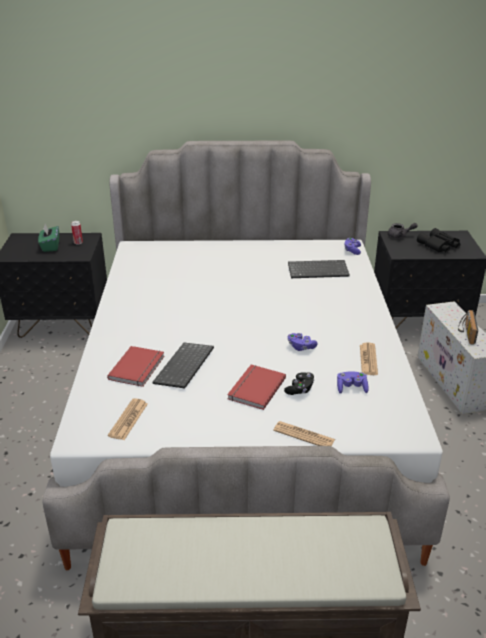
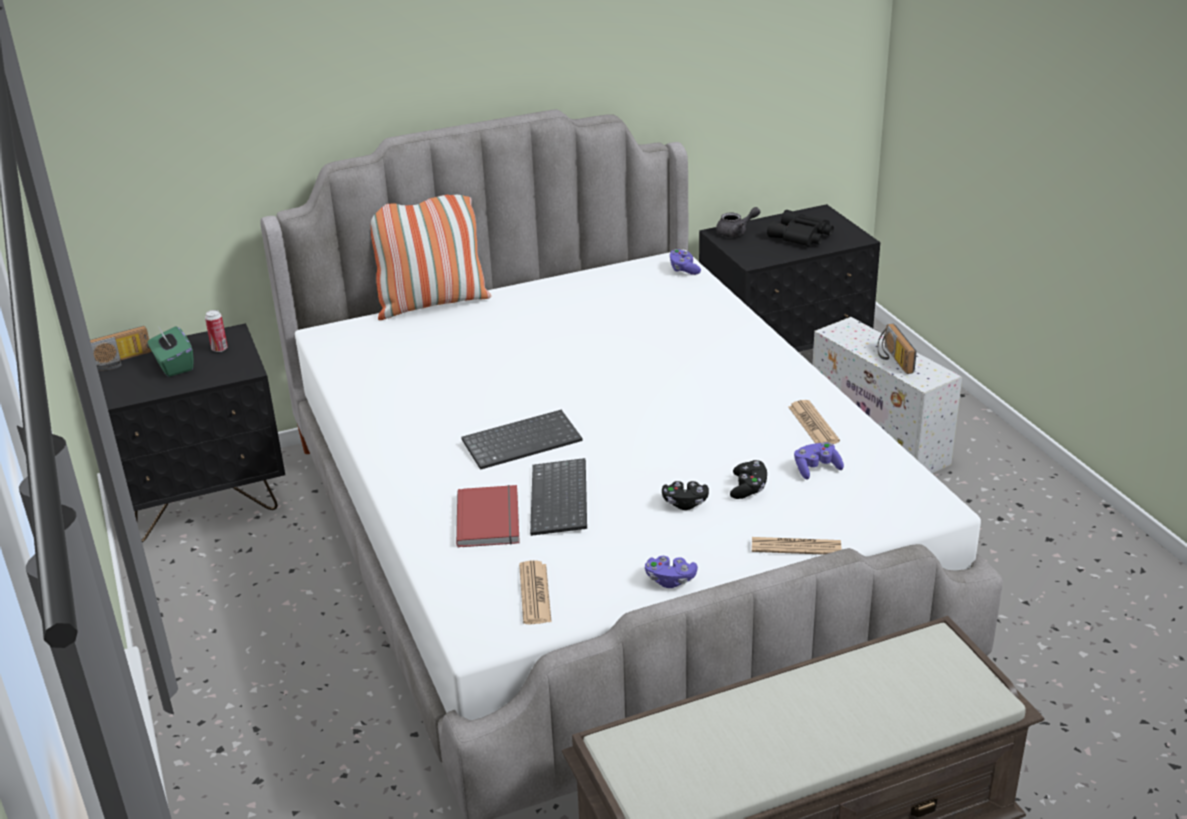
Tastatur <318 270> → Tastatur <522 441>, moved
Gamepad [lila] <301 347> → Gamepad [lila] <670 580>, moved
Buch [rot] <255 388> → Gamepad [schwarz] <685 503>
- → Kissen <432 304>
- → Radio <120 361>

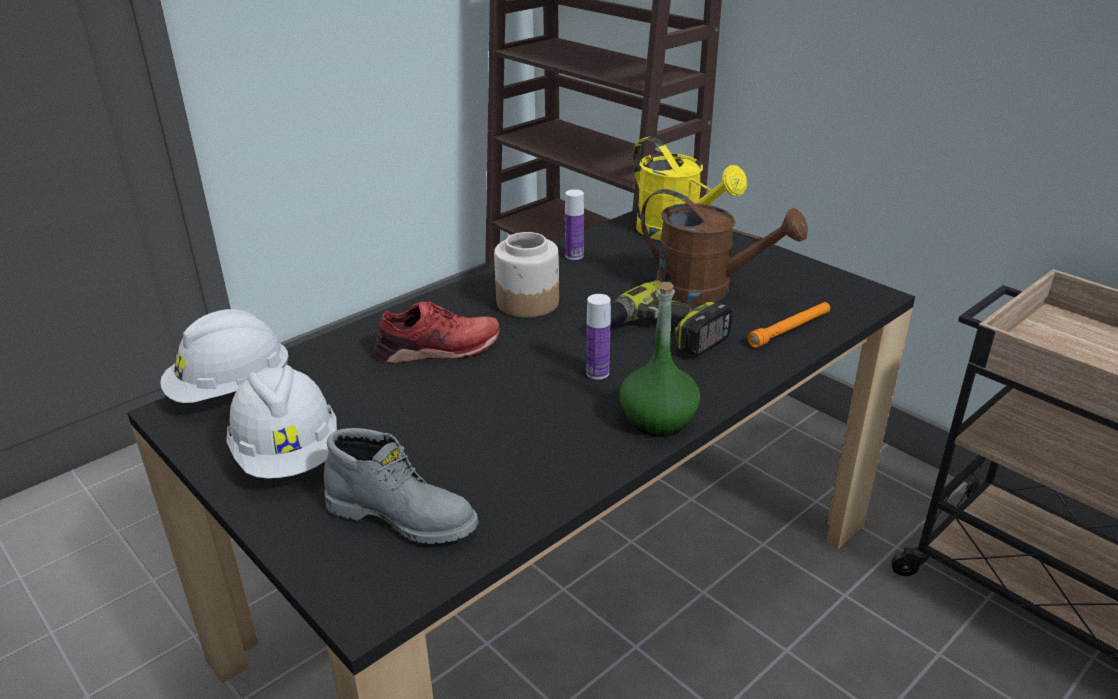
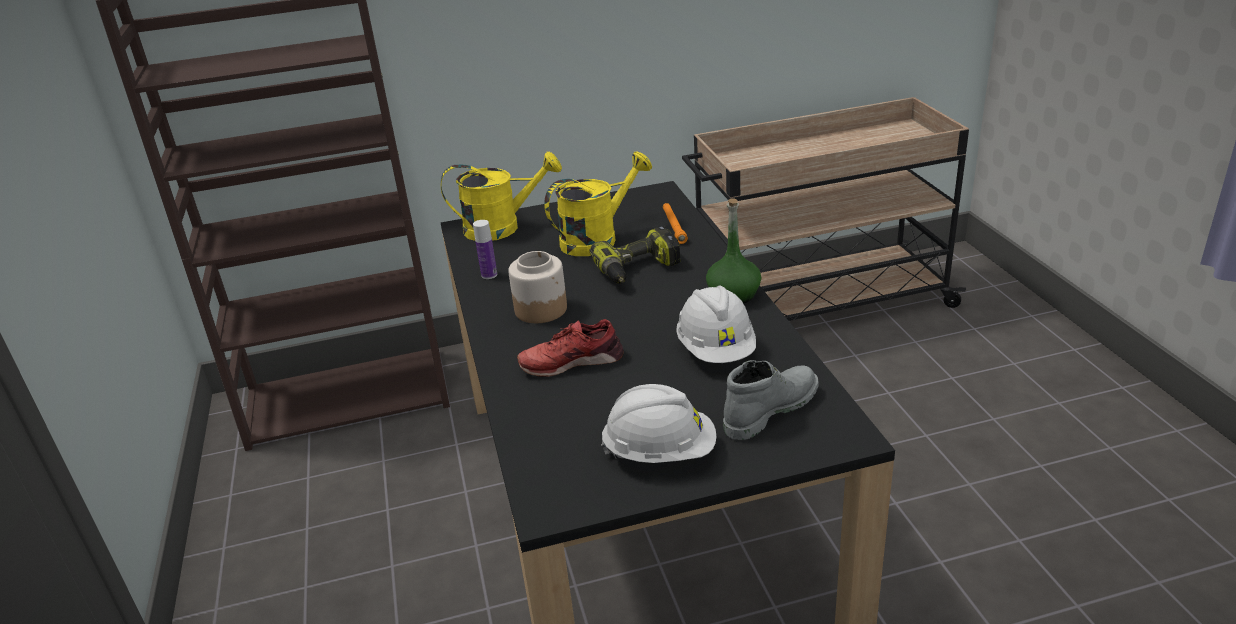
Gießkanne [braun] <707 290> → Gießkanne [gelb] <597 239>
Flasche <597 373> → -
Schuh [rot] <438 349> → Schuh [rot] <571 361>, 120 degrees counterclockwise
Schutzhelm [weiß] <231 390> → Schutzhelm [weiß] <716 350>, moved

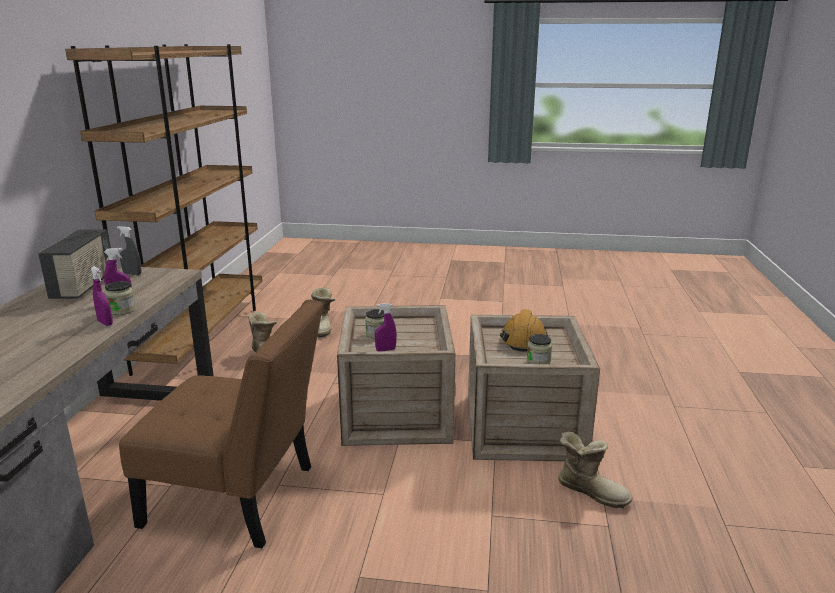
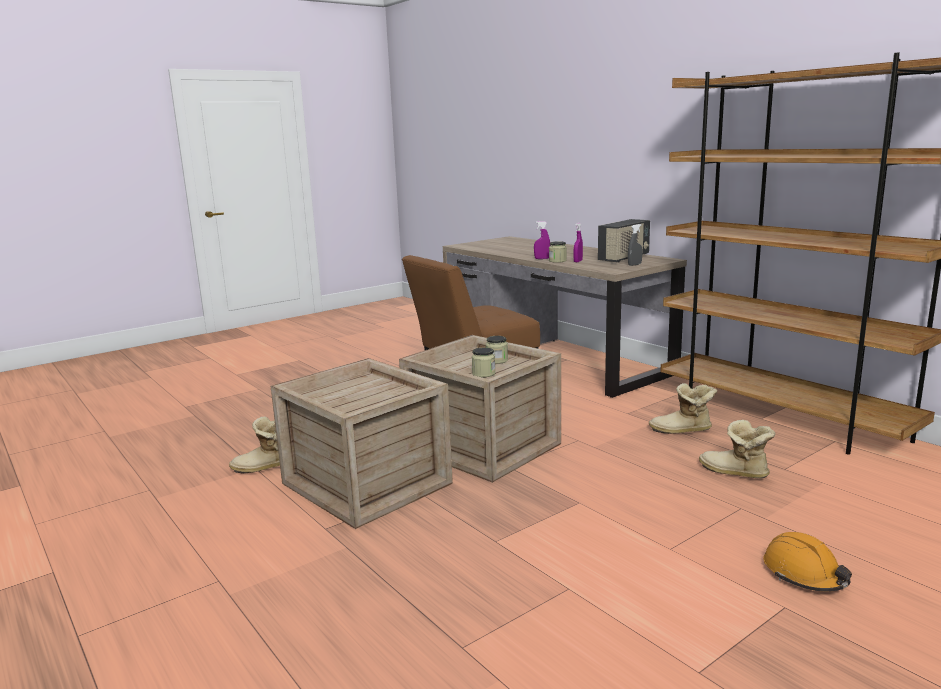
Radio <84 286> → Radio <624 258>, 90 degrees counterclockwise
Sprühflasche [lila] <385 350> → -
Schutzhelm [orange] <523 339> → Schutzhelm [orange] <804 574>, moved
Vorratsglas <538 361> → Vorratsglas <483 374>, moved

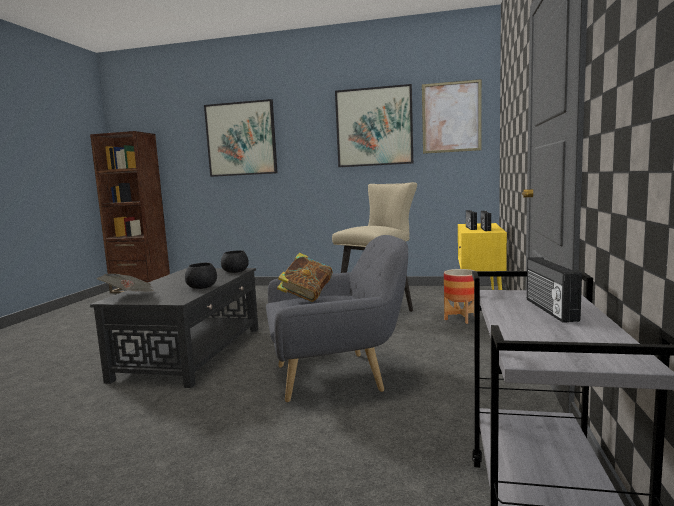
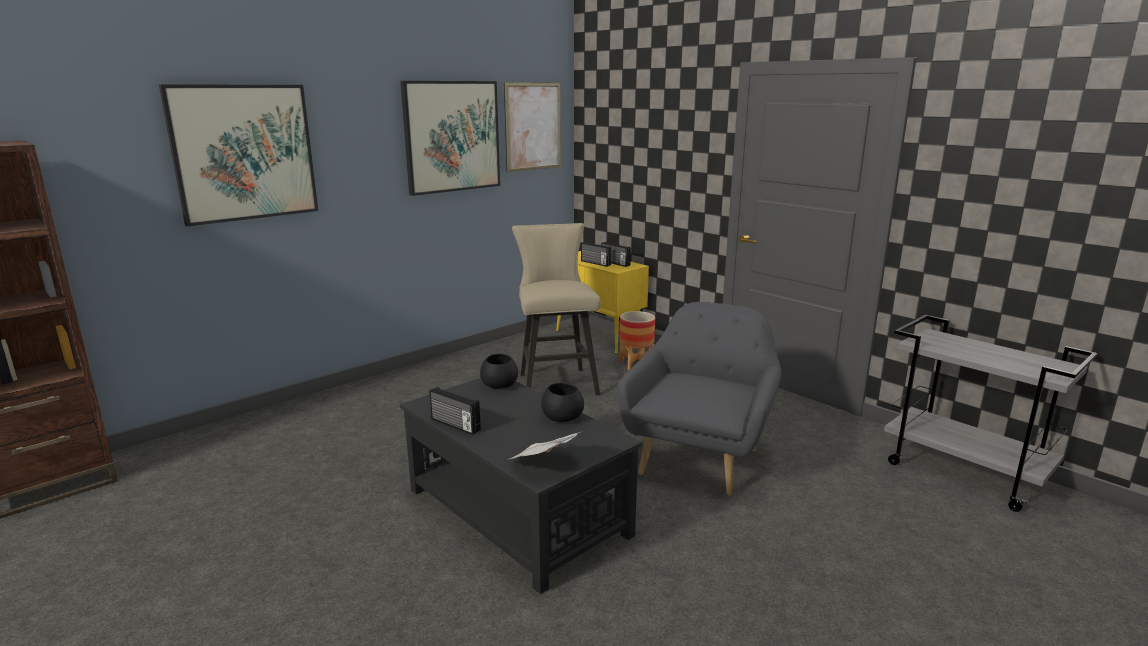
Buch <306 297> → -
Radio <549 309> → Radio <454 425>, moved

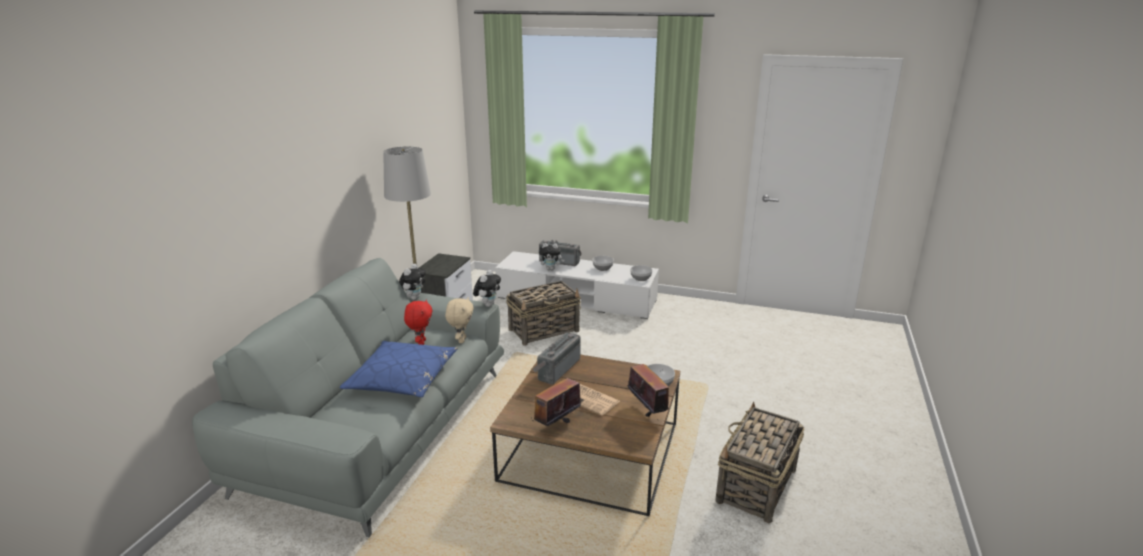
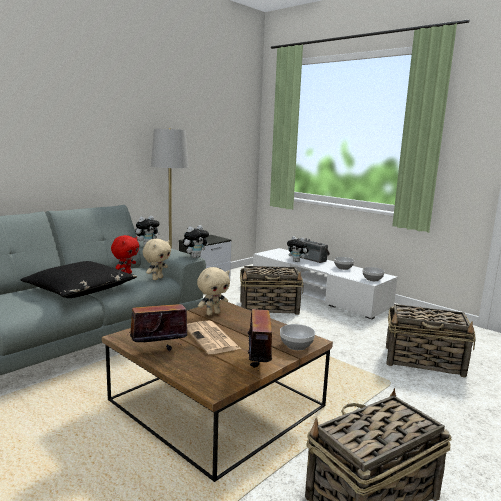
Radio <556 369> → Plüschtier [beige] <213 313>
Kissen [blau] <402 378> → Kissen [schwarz] <80 289>
- → Korb <424 361>

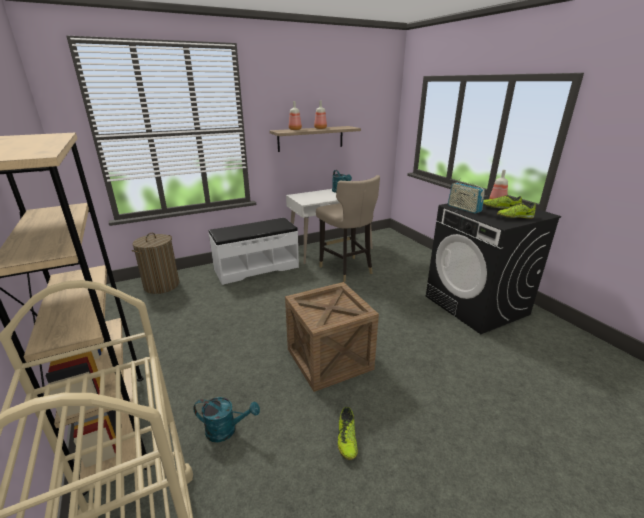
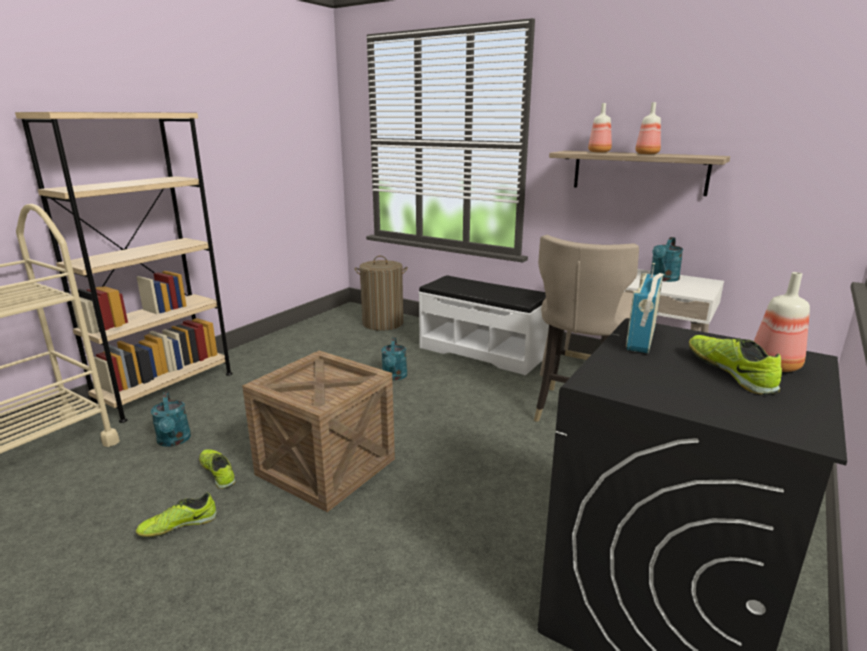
Schuh <514 217> → Schuh <218 472>, moved
- → Gießkanne [türkis] <394 377>

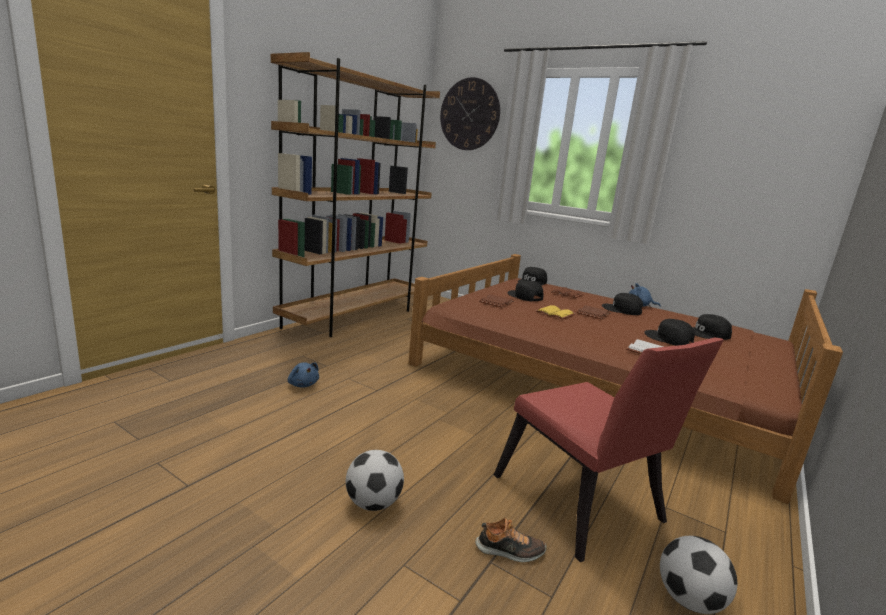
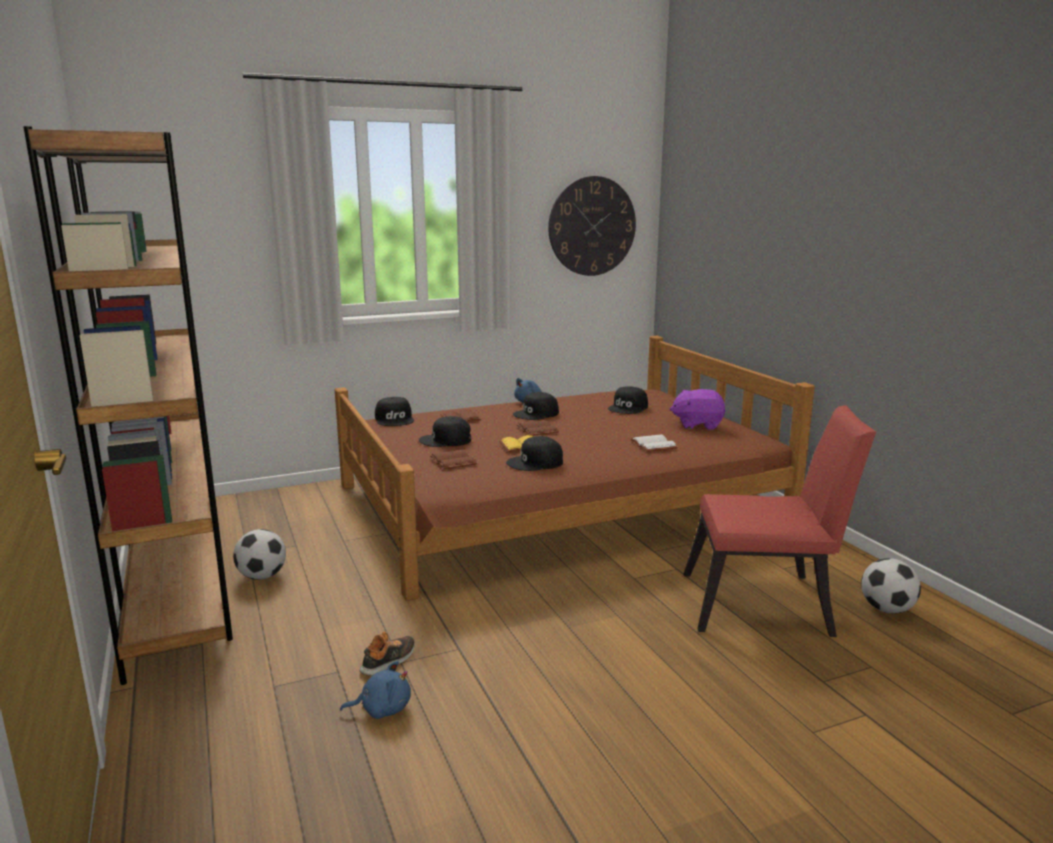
Wanduhr <469 114> → Wanduhr <592 226>, moved
Kappe [schwarz] <668 339> → Kappe [schwarz] <535 463>, moved
Fußball <373 503> → Fußball <262 576>, moved
Schuh <509 551> → Schuh <389 661>, moved
- → Plüschtier [lila] <697 425>

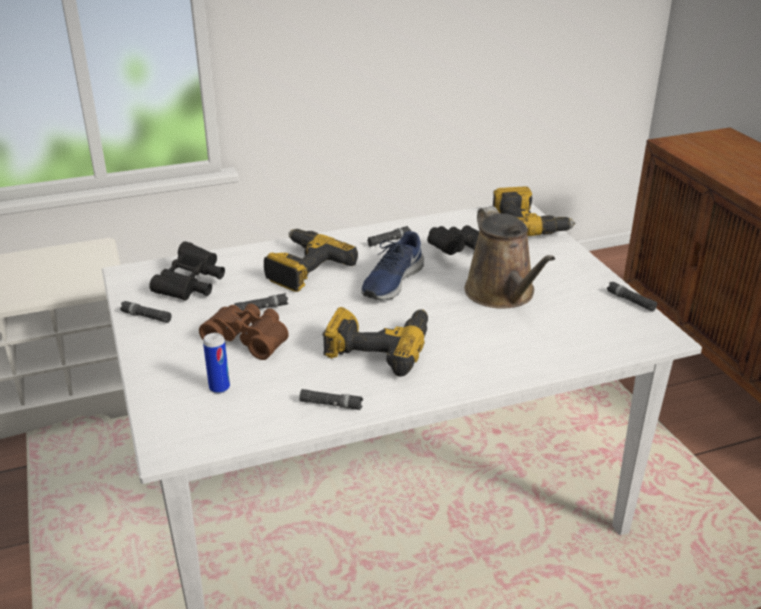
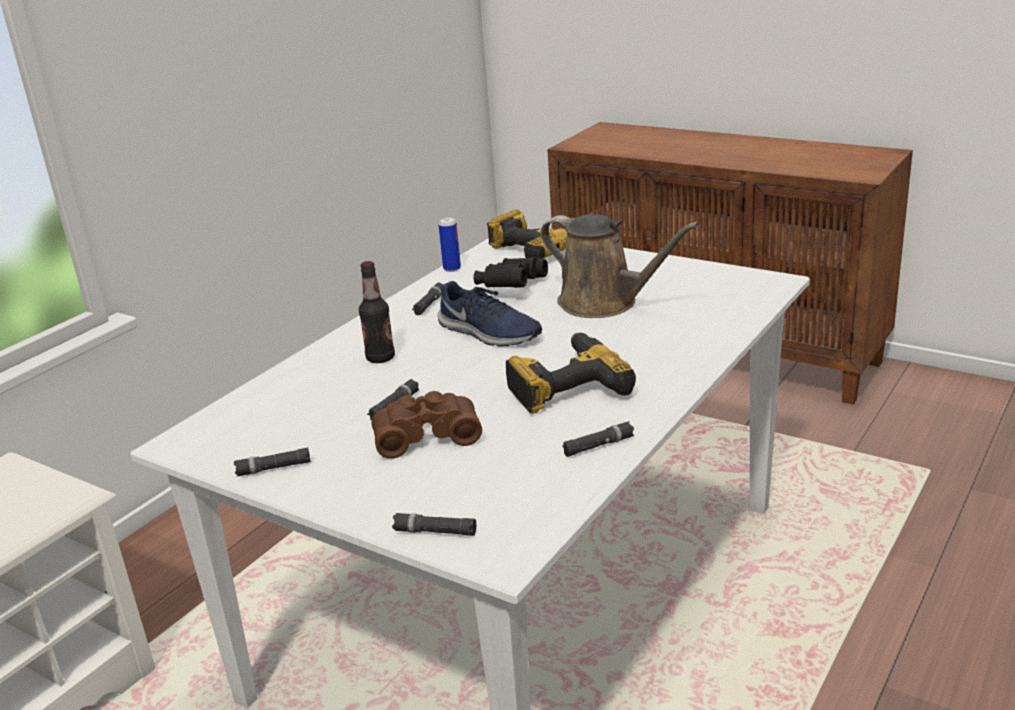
Bohrmaschine <303 268> → Flasche <380 358>
Schuh [blau] <391 281> → Schuh [blau] <488 333>, 45 degrees counterclockwise
Fernglas [schwarz] <191 286> → -
Taschenlampe [schwarz] <630 301> → Taschenlampe [schwarz] <435 531>, moved
Dose <219 388> → Dose <452 269>, moved

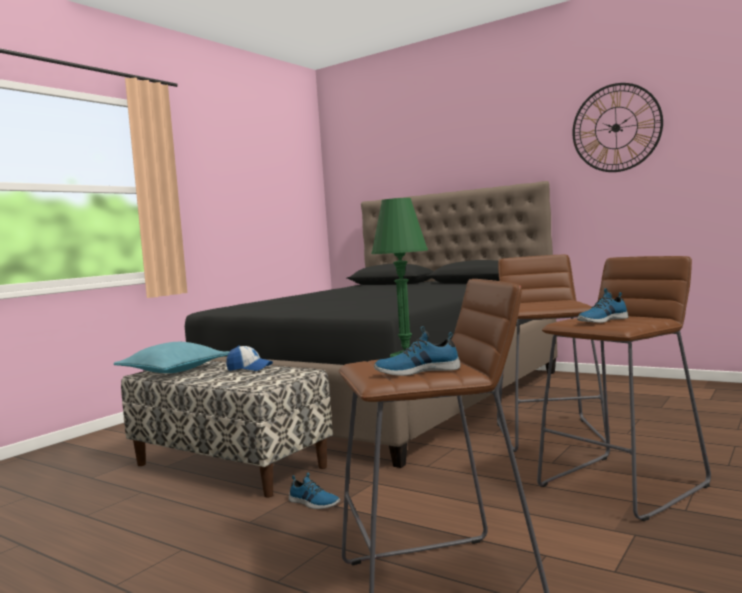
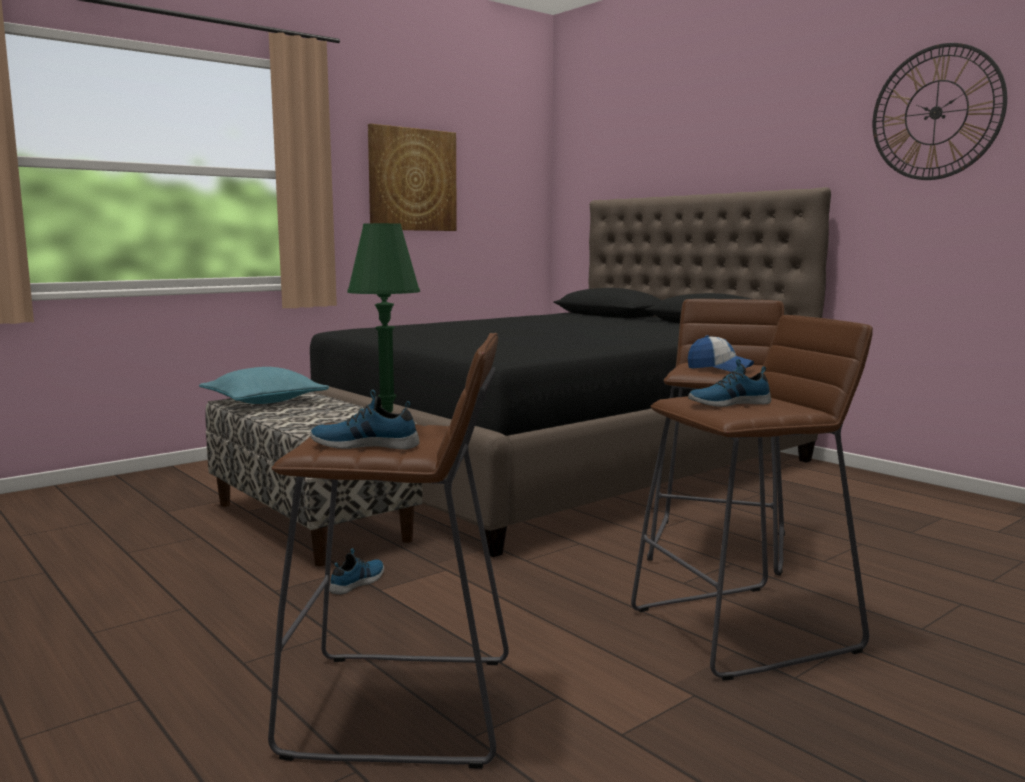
Kappe <249 368> → Kappe <719 368>, moved
Schuh <313 503> → Schuh <358 582>, 105 degrees counterclockwise
- → Bild <412 180>

